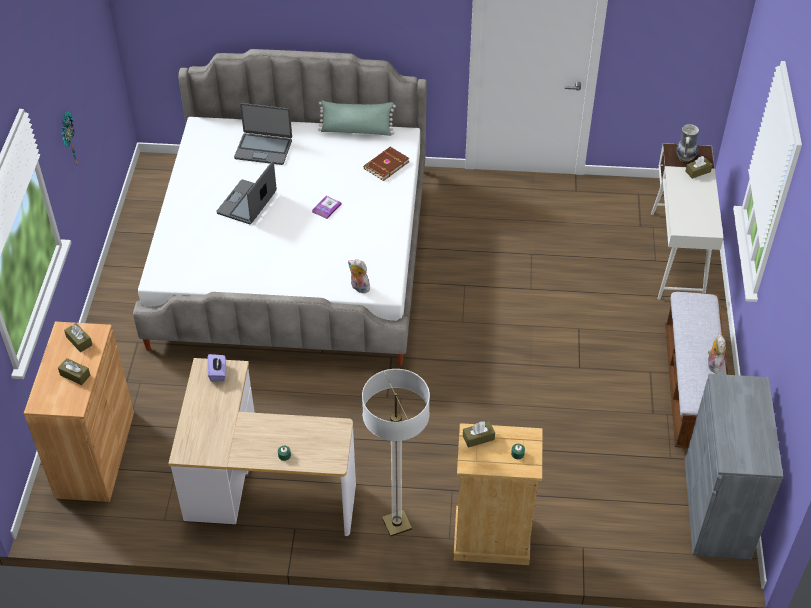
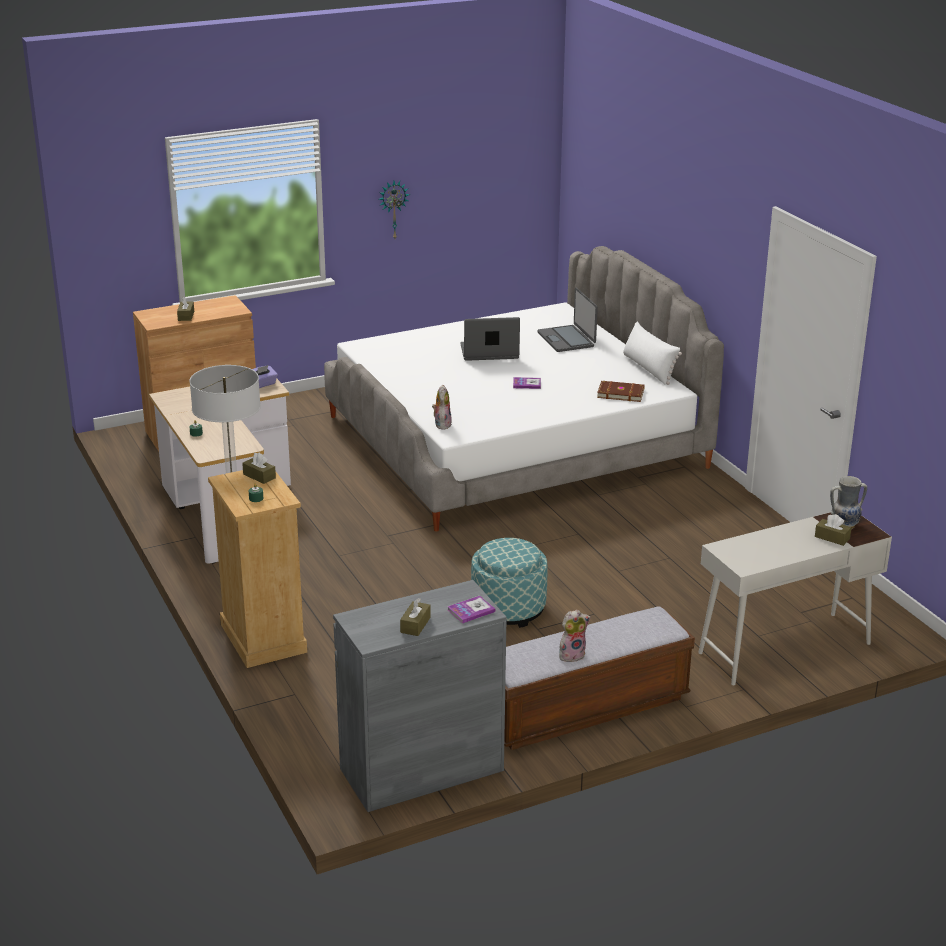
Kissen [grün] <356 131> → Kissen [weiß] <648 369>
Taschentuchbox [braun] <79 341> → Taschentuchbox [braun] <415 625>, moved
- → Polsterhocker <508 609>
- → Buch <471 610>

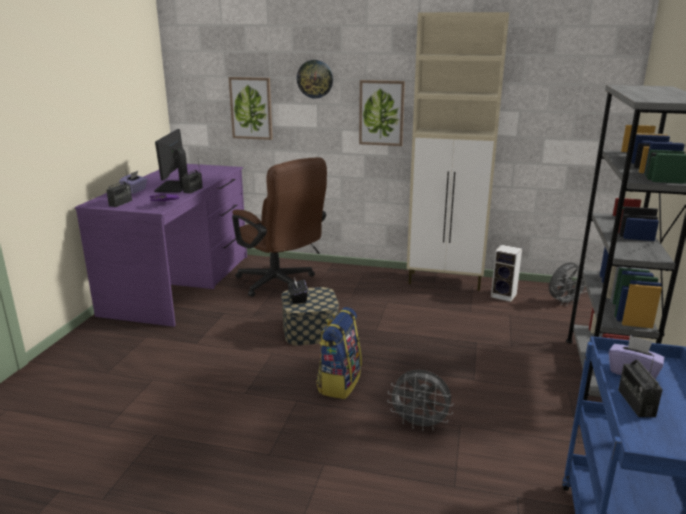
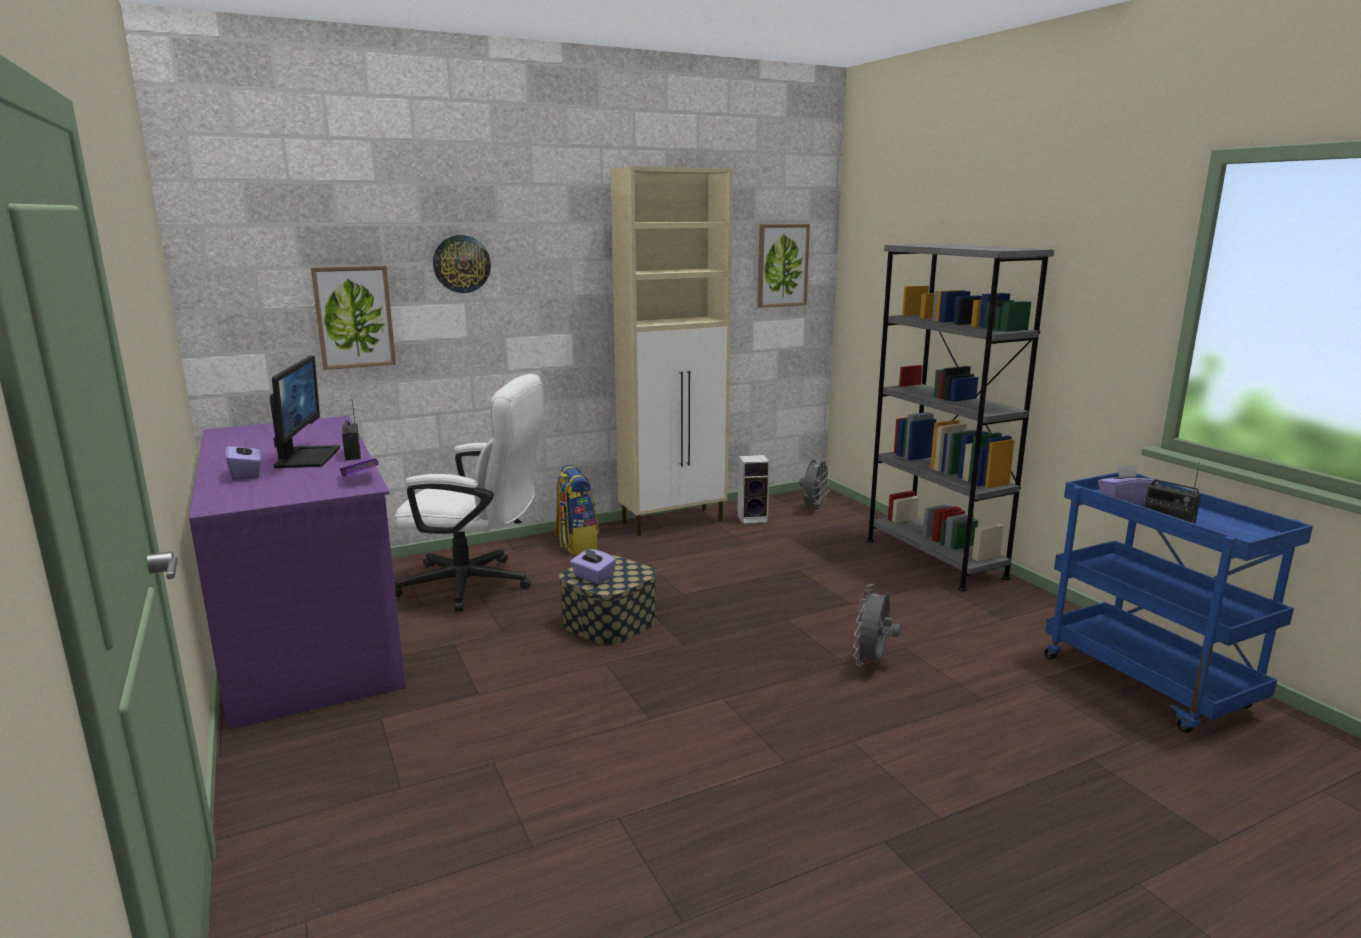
Bild <381 113> → Bild <782 265>, moved
Monitor <174 187> → Monitor <306 457>, 150 degrees counterclockwise
Bürostuhl [braun] <280 284> → Bürostuhl [weiß] <477 585>
Radio <120 203> → -
Taschentuchbox [schwarz] <297 298> → Taschentuchbox [lila] <593 577>
Rucksack <339 383> → Rucksack <576 544>, moved
Ventilator [grau] <420 424> → Ventilator [grau] <872 663>, 135 degrees clockwise

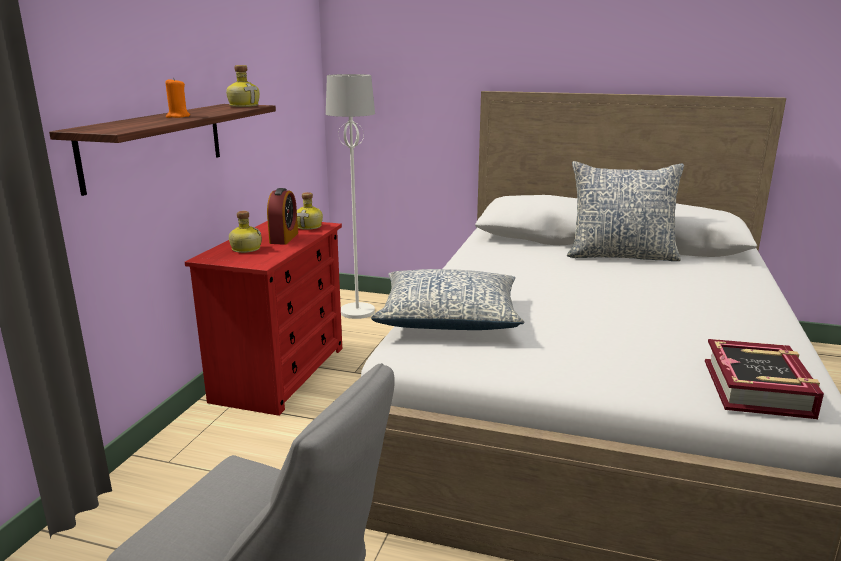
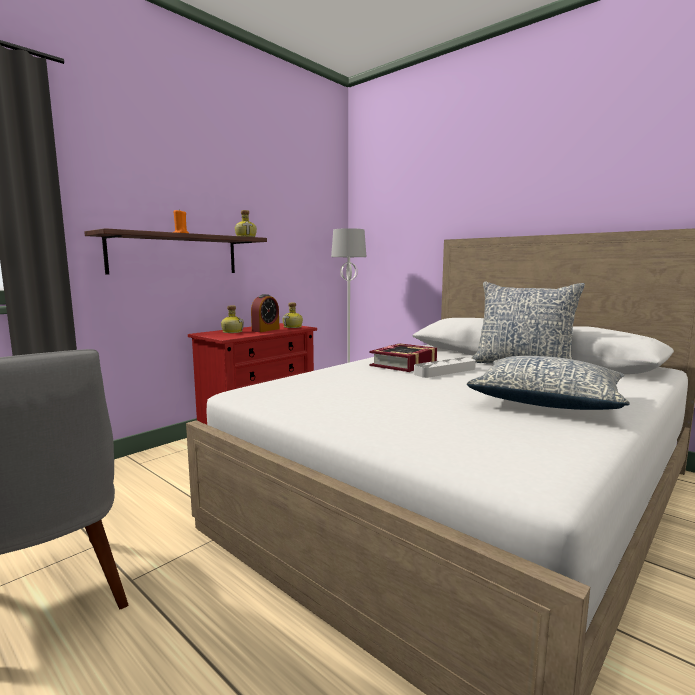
Kissen <449 318> → Kissen <547 401>, moved
Buch <758 388> → Buch <404 364>, moved
- → Tablett [grau] <445 371>

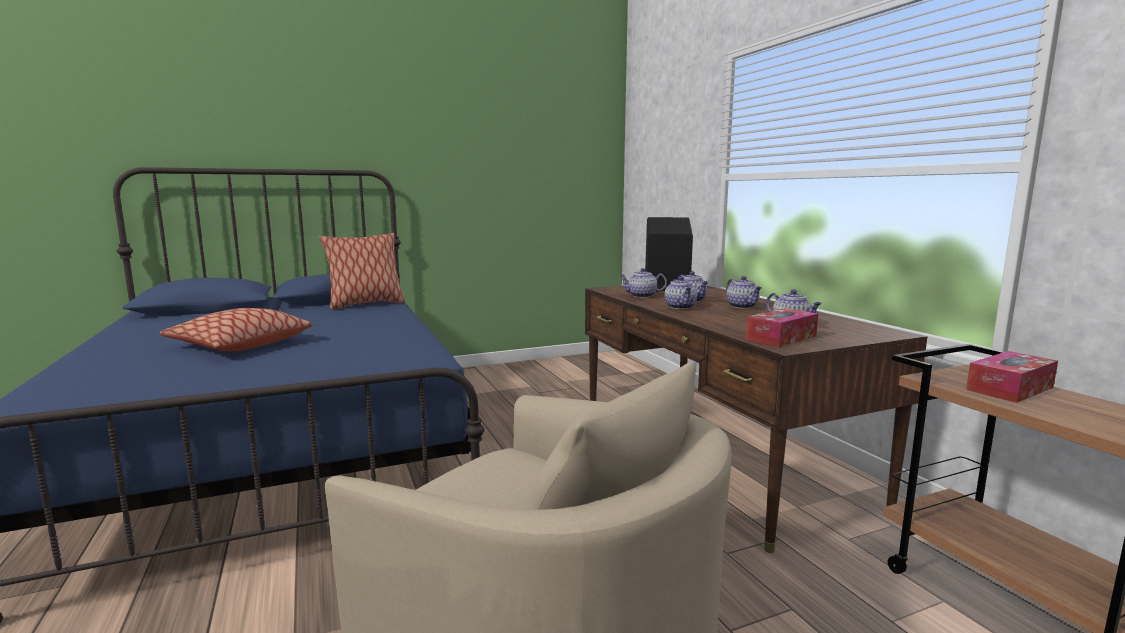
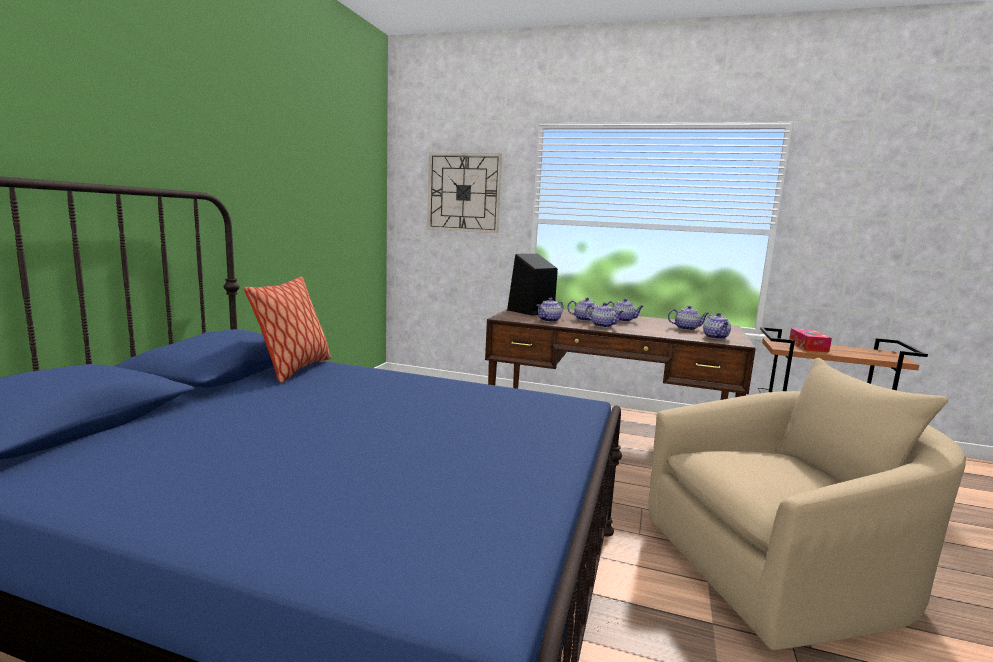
Kissen <240 345> → -
Taschentuchbox <781 338> → Teekanne <716 337>
- → Wanduhr <464 192>

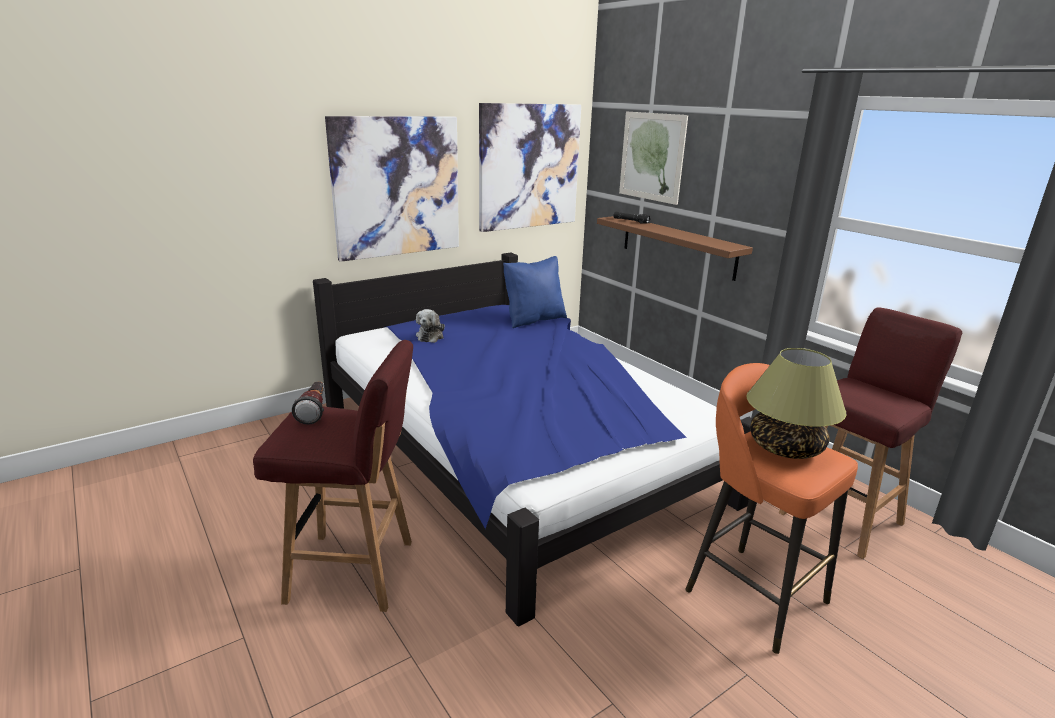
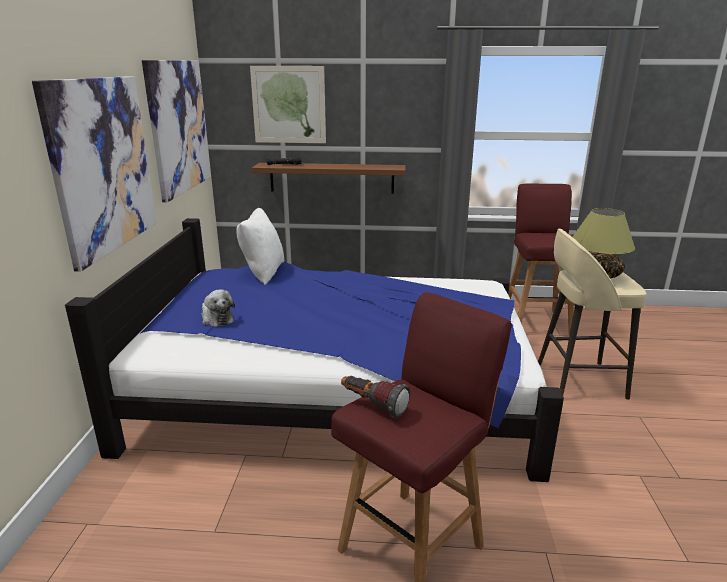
Kissen [blau] <533 320> → Kissen [weiß] <263 272>
Hocker [orange] <752 593> → Hocker [beige] <577 380>

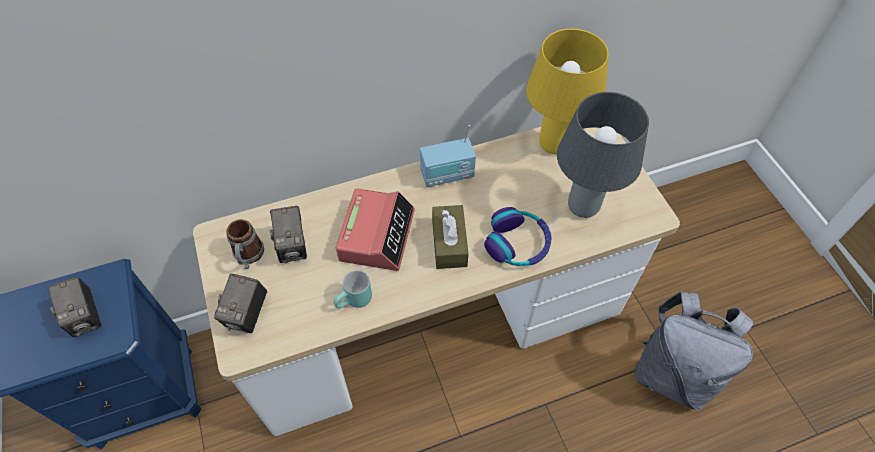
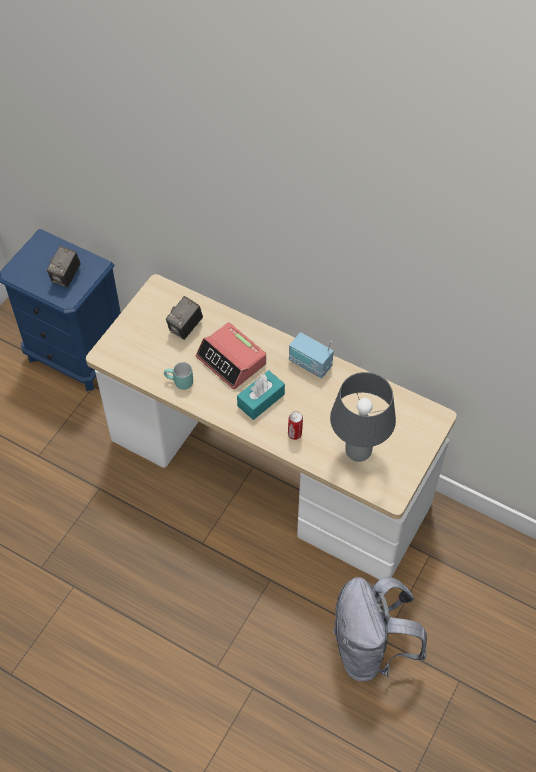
Tischlampe [gelb] <554 145> → -
Wecker <377 235> → Wecker <231 361>, 75 degrees clockwise
Taschentuchbox [braun] <449 243> → Taschentuchbox [türkis] <261 400>
Kopfhörer <517 243> → Dose <294 435>
Henkelbecher <248 257> → -
Kamera <248 314> → -

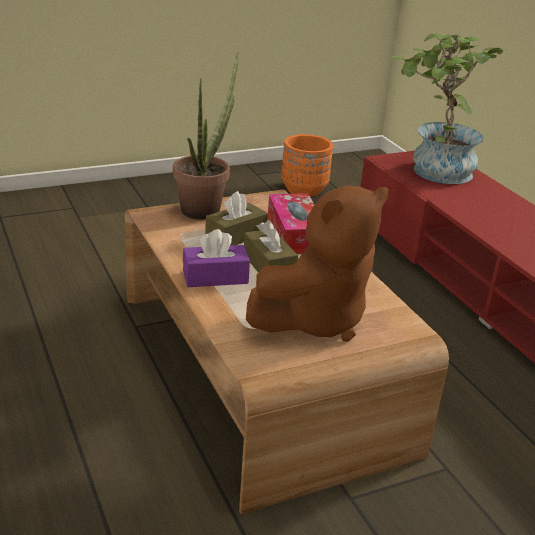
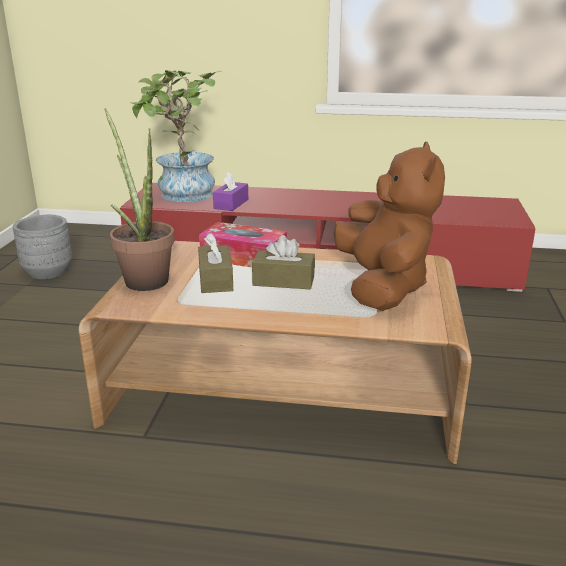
Pflanzkübel [orange] <304 190> → Pflanzkübel [grau] <48 272>
Taschentuchbox [lila] <215 277> → Taschentuchbox [lila] <231 204>, moved

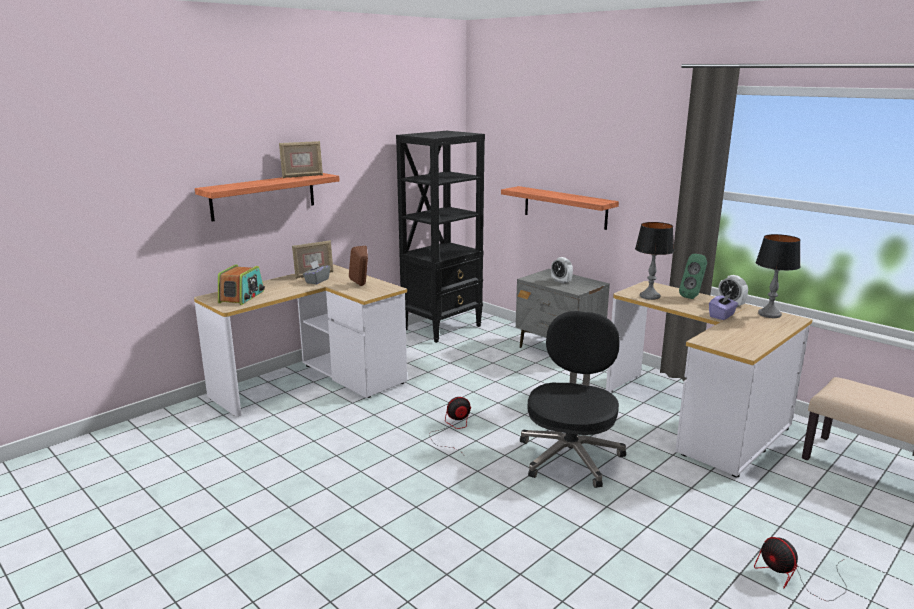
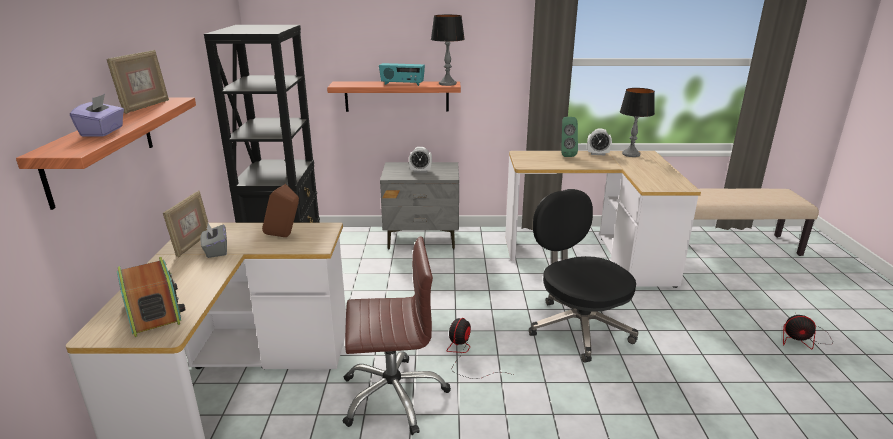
Tischlampe <649 296> → Tischlampe <447 84>, moved
Taschentuchbox [lila] <722 316> → Taschentuchbox [lila] <103 132>, moved
- → Radio <402 84>
- → Bürostuhl [braun] <393 395>

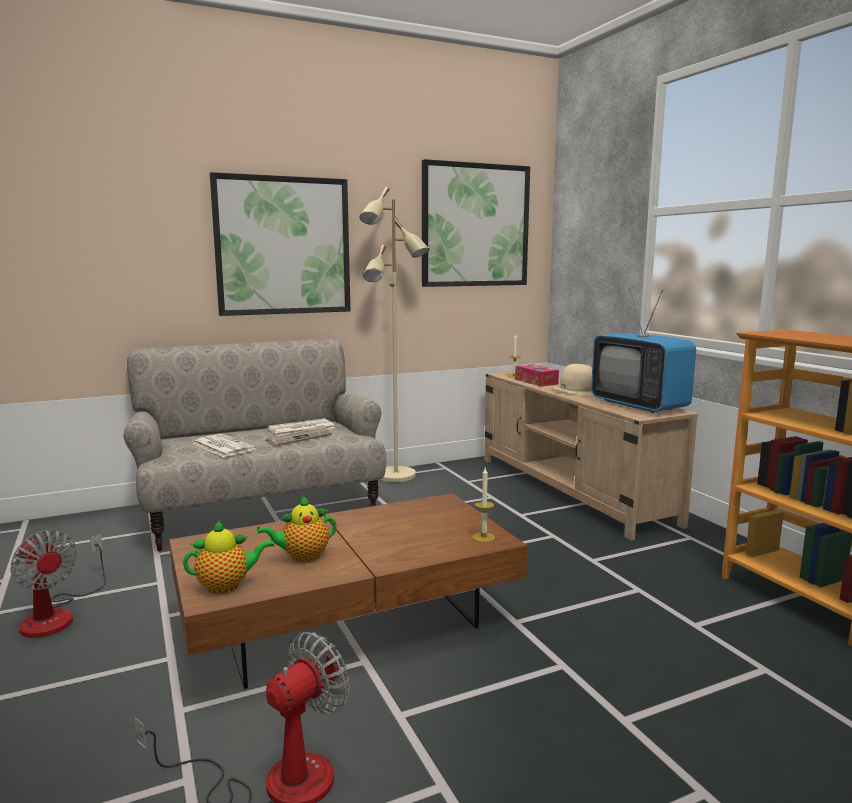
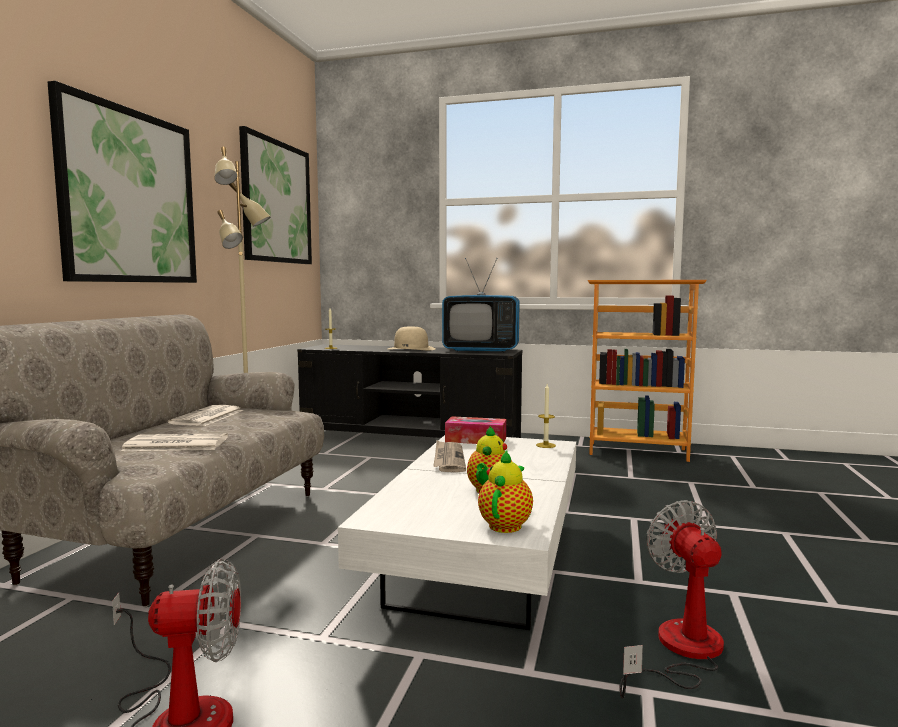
Taschentuchbox <536 382> → Taschentuchbox <476 439>, moved
Fernsehschrank [beige] <571 490> → Fernsehschrank [schwarz] <411 438>
Zeitung <299 438> → Zeitung <448 459>, moved
Couchtisch [braun] <349 621> → Couchtisch [weiß] <481 558>

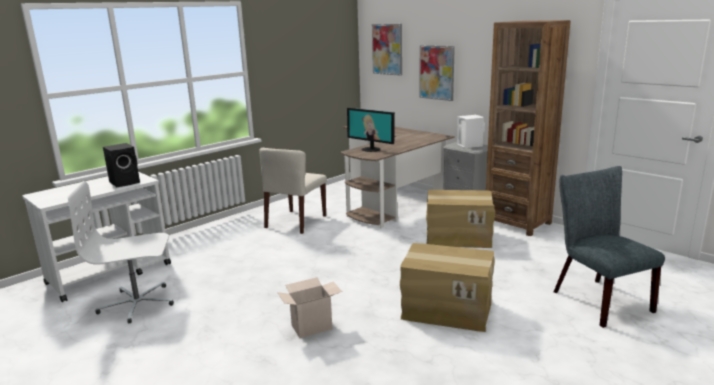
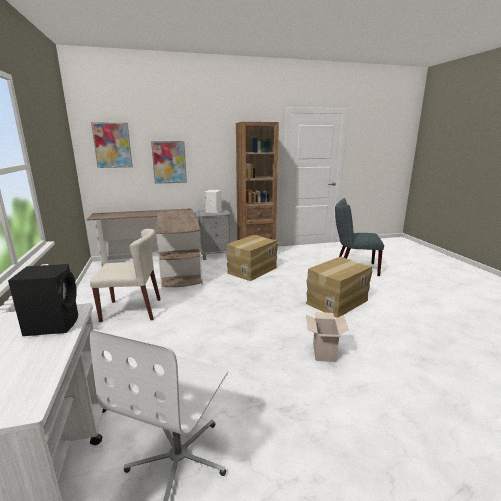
Monitor <371 149> → -
Stuhl [beige] <296 222> → Stuhl [beige] <132 310>, 60 degrees counterclockwise

